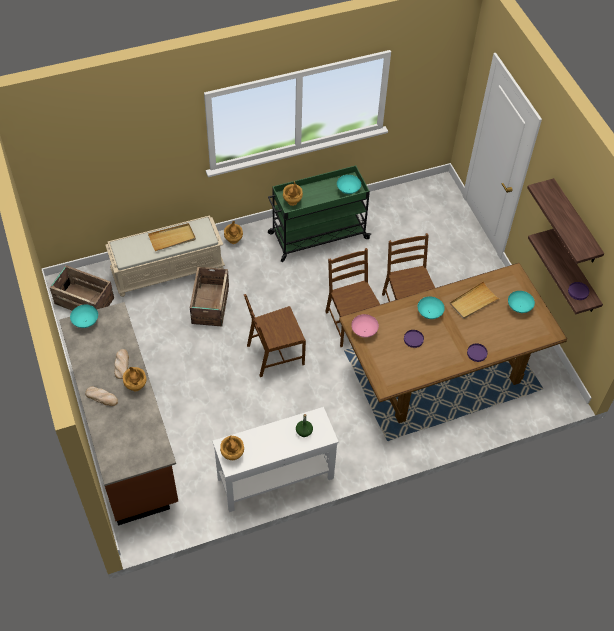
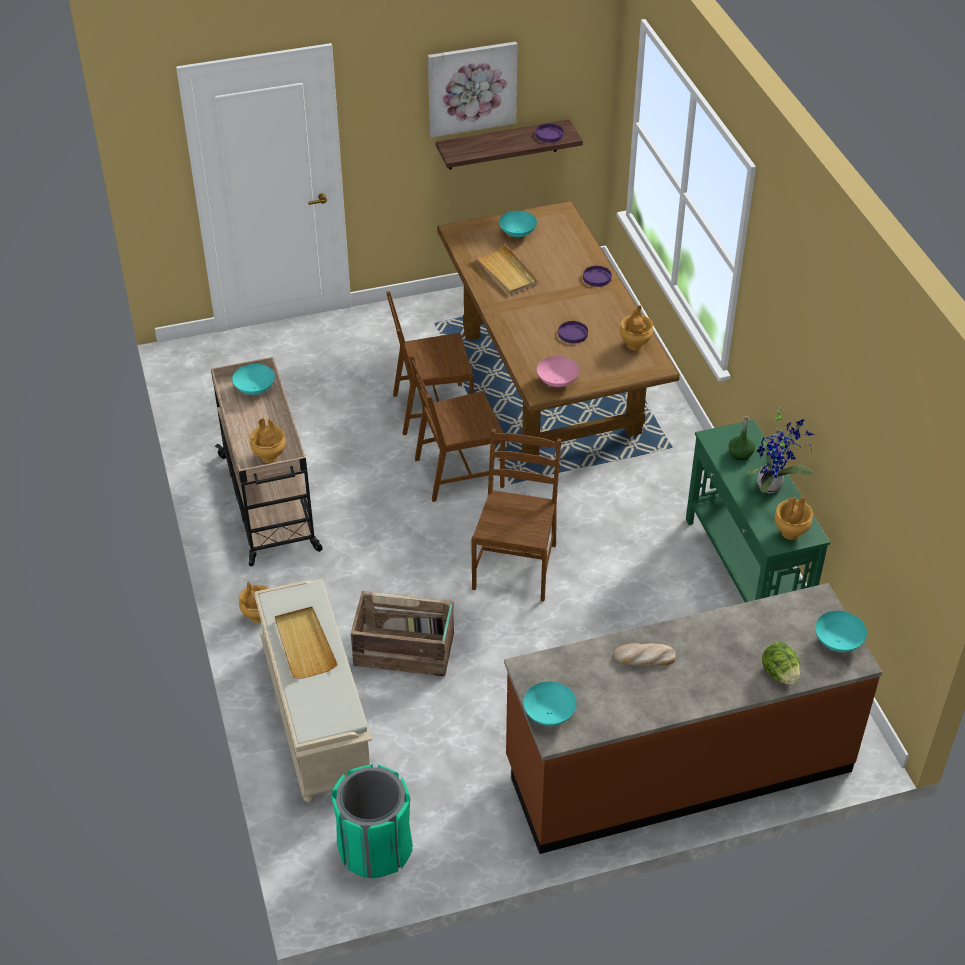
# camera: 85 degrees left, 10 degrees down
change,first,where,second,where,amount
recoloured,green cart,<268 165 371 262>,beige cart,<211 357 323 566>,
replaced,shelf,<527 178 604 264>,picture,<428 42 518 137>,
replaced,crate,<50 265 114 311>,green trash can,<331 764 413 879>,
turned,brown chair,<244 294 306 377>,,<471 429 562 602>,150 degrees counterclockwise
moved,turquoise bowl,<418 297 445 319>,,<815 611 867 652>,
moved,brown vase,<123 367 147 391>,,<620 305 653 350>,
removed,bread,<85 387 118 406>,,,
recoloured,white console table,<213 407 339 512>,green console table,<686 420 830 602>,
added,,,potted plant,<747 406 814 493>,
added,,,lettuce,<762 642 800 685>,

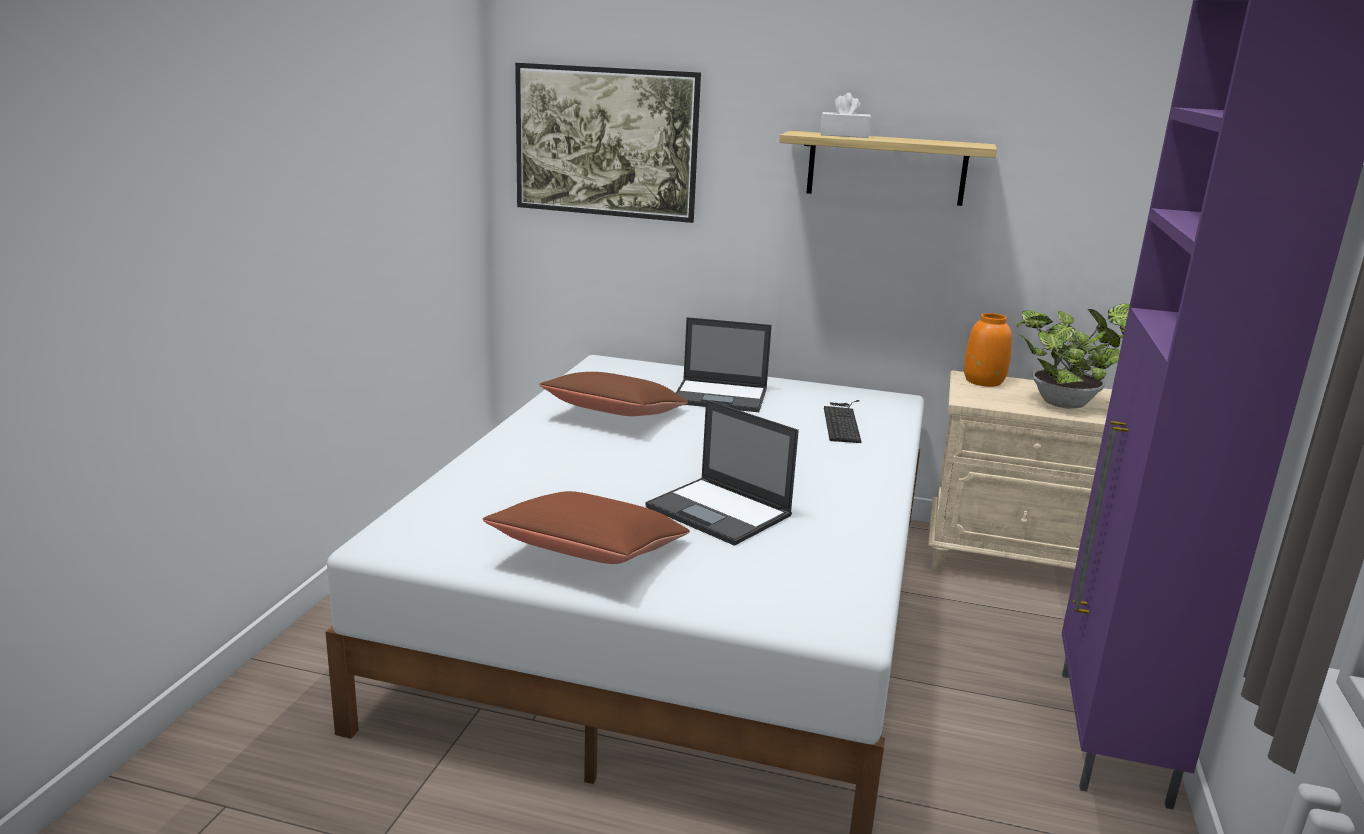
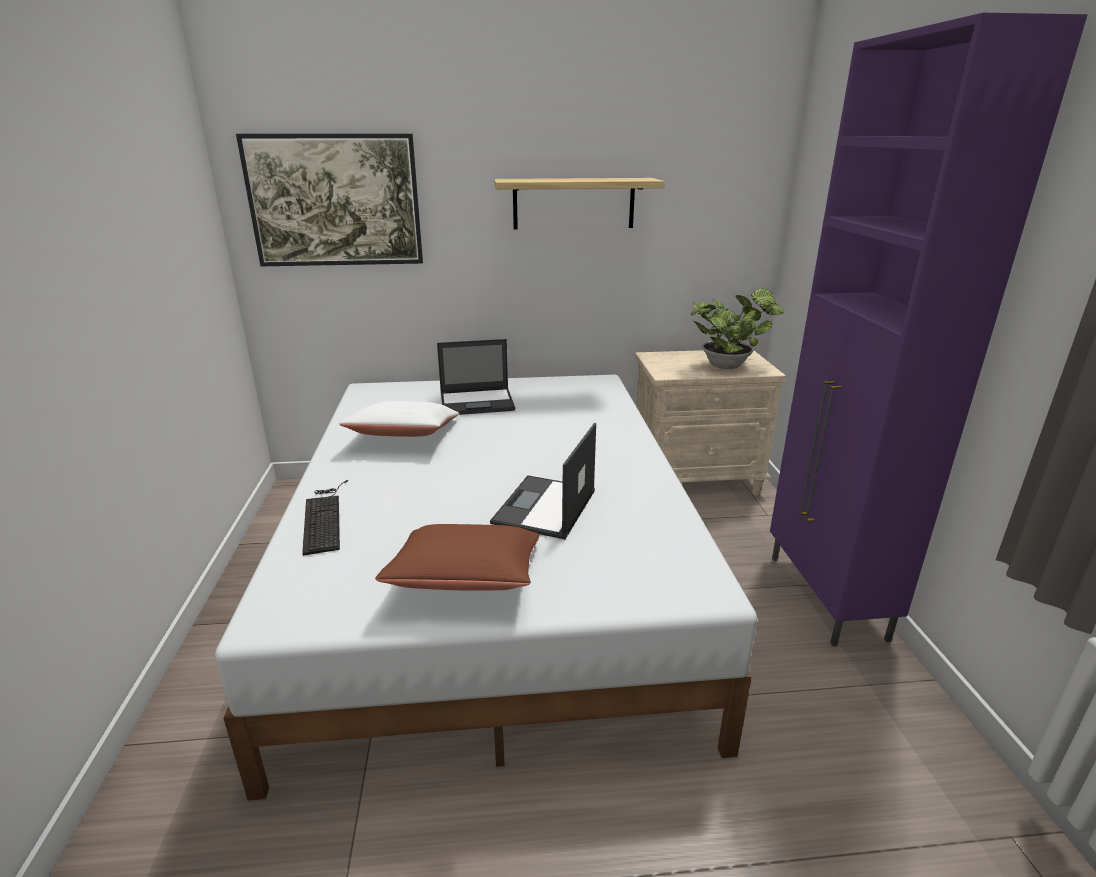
# camera: 20 degrees left, 5 degrees up
change,first,where,second,where,amount
removed,white tissue box,<821 93 871 138>,,,
removed,orange vase,<964 313 1012 387>,,,
recoloured,brown pillow,<539 372 688 416>,white pillow,<339 401 459 437>,
turned,laptop,<645 400 799 546>,,<490 423 596 539>,90 degrees clockwise
moved,keyboard,<824 400 861 443>,,<302 480 348 556>,

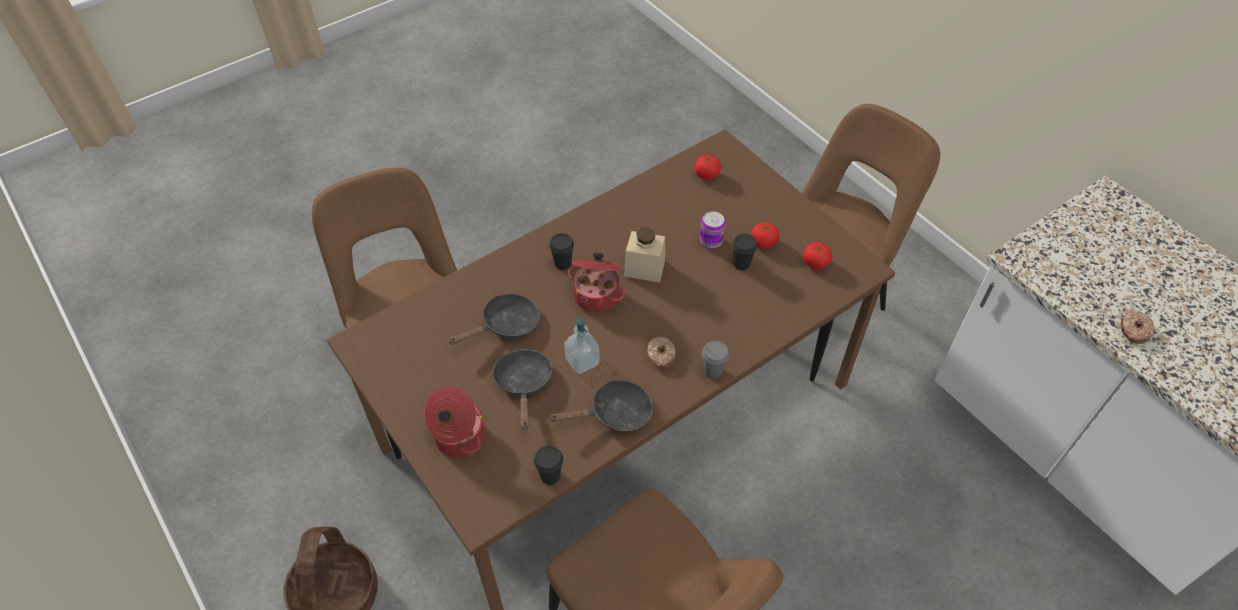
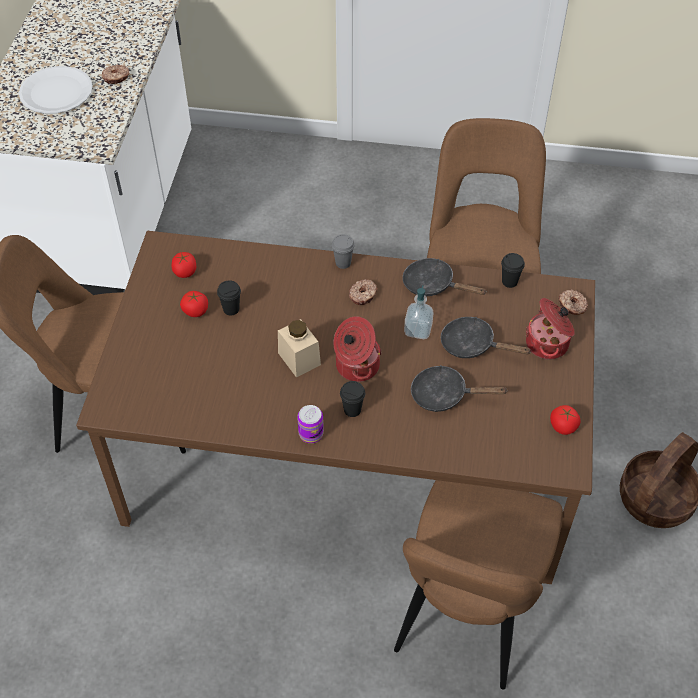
# camera: 135 degrees left, 0 degrees up
change,first,where,second,where,amount
moved,tomato,<695 155 721 180>,,<550 405 580 435>,
moved,can,<700 211 726 249>,,<297 405 324 443>,
turned,black frying pan,<491 349 553 430>,,<440 317 532 358>,75 degrees clockwise
added,,,white plate,<19 66 93 114>,
added,,,donut,<559 290 588 315>,

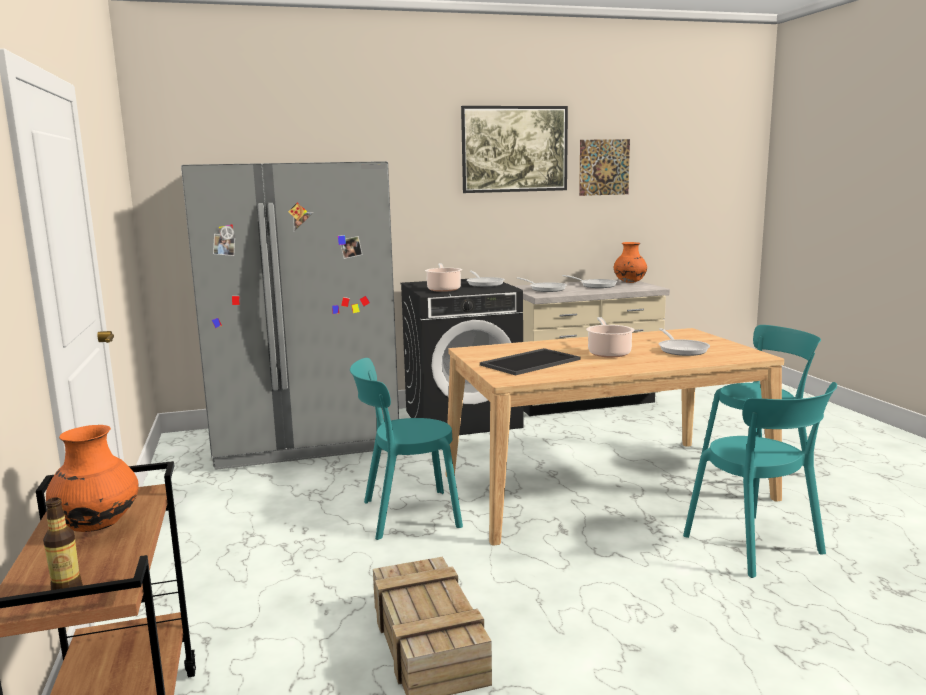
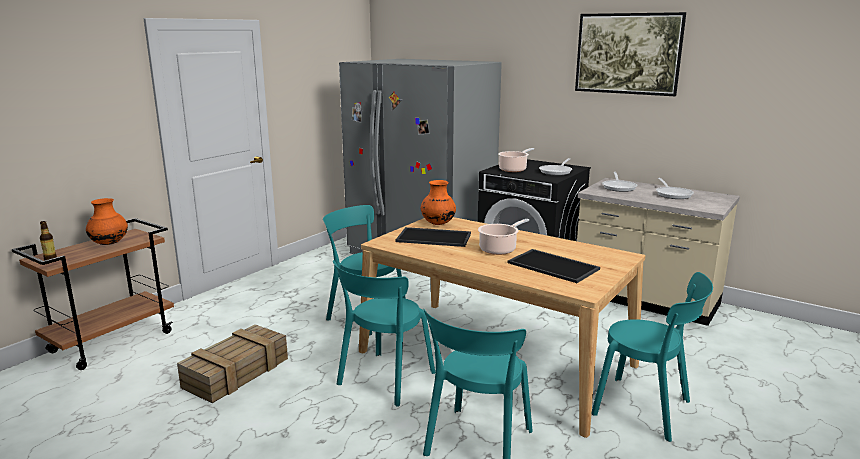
# camera: 50 degrees right, 5 degrees up
change,first,where,second,where,amount
removed,picture,<579 139 630 196>,,,
moved,orange vase,<614 242 647 283>,,<421 180 456 225>,
replaced,frying pan,<659 328 710 356>,tray,<508 249 600 283>,
added,,,turquoise chair,<333 260 435 407>,

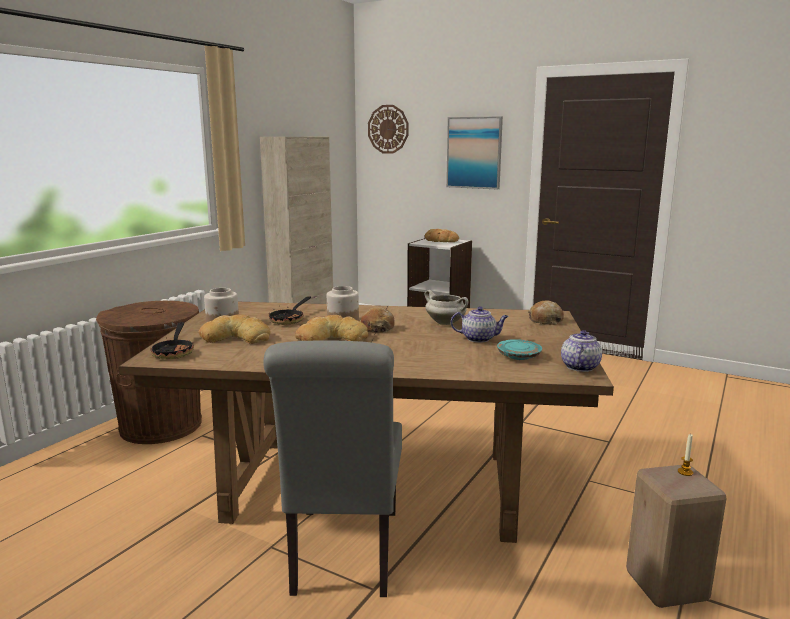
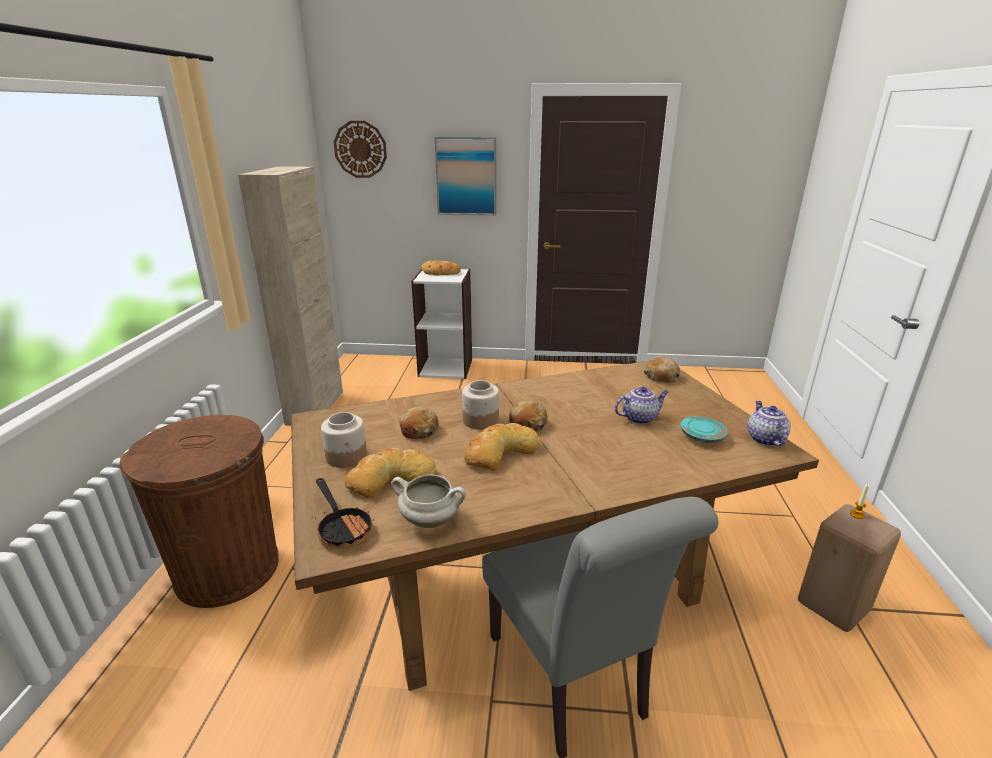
# camera: 25 degrees left, 10 degrees up
change,first,where,second,where,amount
moved,white cooking pot,<425 290 468 325>,,<391 474 466 528>,
replaced,frying pan,<268 296 311 325>,bread,<400 407 439 439>,

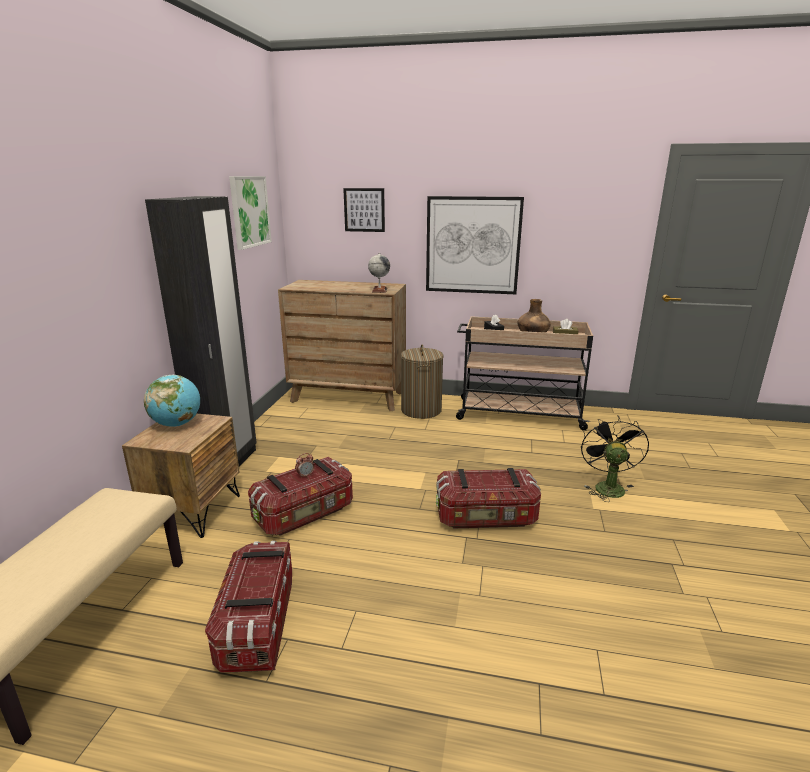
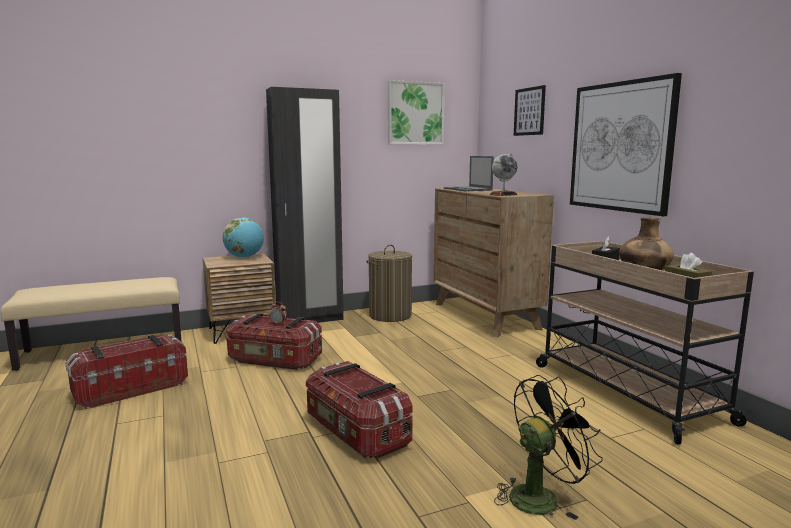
# camera: 55 degrees right, 10 degrees down
change,first,where,second,where,amount
moved,laundry basket,<401 344 443 419>,,<366 244 412 322>,
added,,,laptop,<444 156 494 191>,

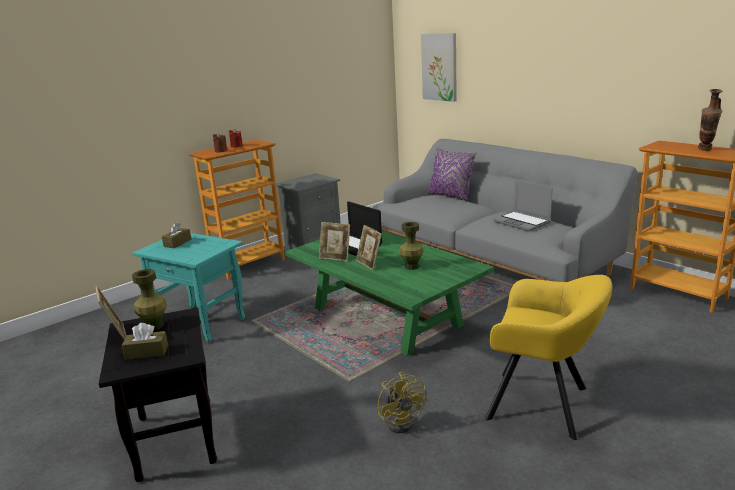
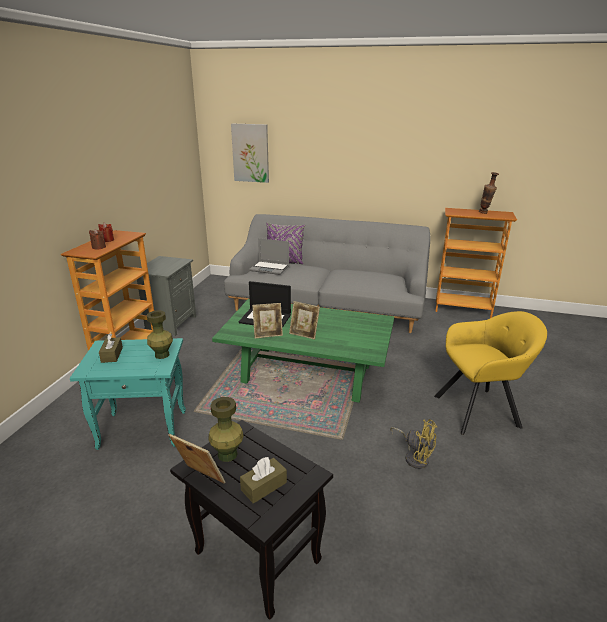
# camera: 35 degrees left, 5 degrees up
change,first,where,second,where,amount
moved,laptop,<493 180 552 231>,,<249 238 289 275>,
moved,green vase,<399 222 424 270>,,<147 310 173 359>,

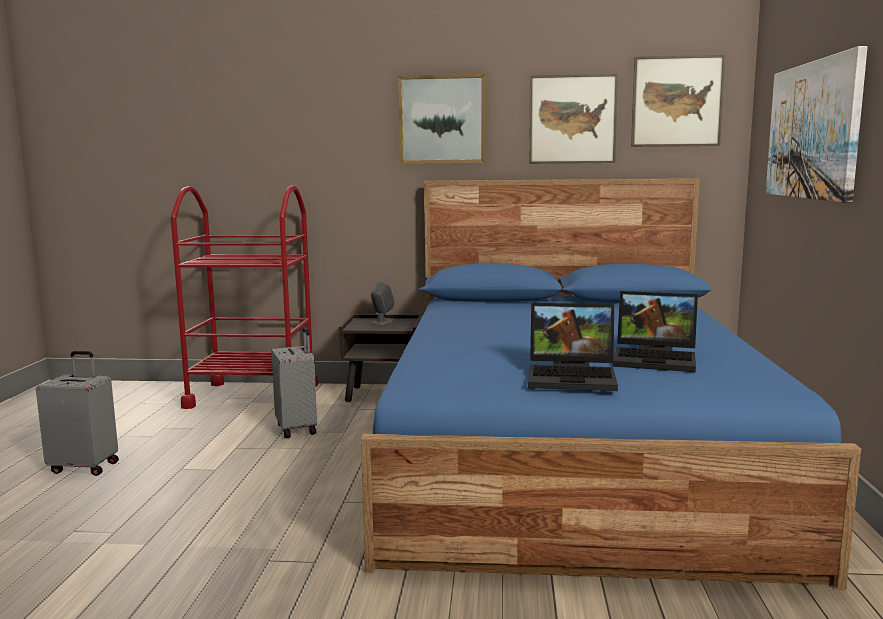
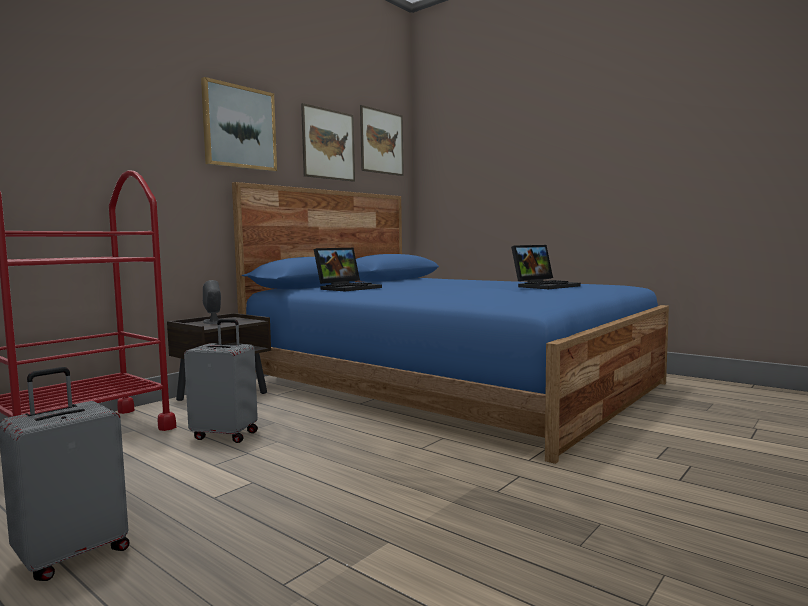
# camera: 55 degrees left, 5 degrees down
change,first,where,second,where,amount
removed,picture,<766 46 867 203>,,,
moved,laptop,<528 303 618 391>,,<314 248 382 291>,

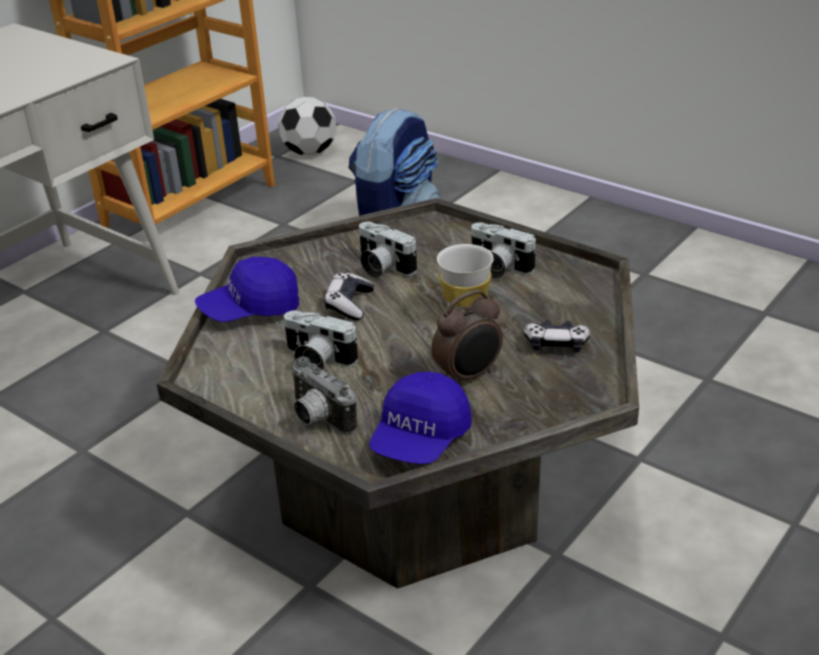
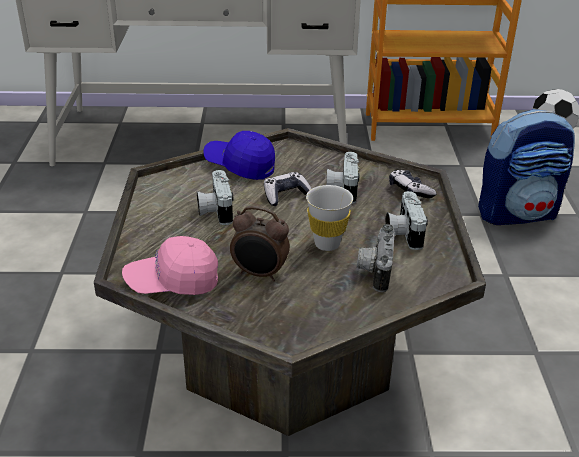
# camera: 50 degrees right, 0 degrees up
change,first,where,second,where,amount
moved,game controller,<524 320 590 353>,,<389 170 436 198>,
moved,photo camera,<291 356 357 435>,,<357 224 395 292>,
recoloured,blue cap,<369 372 472 464>,pink cap,<122 236 218 295>,

